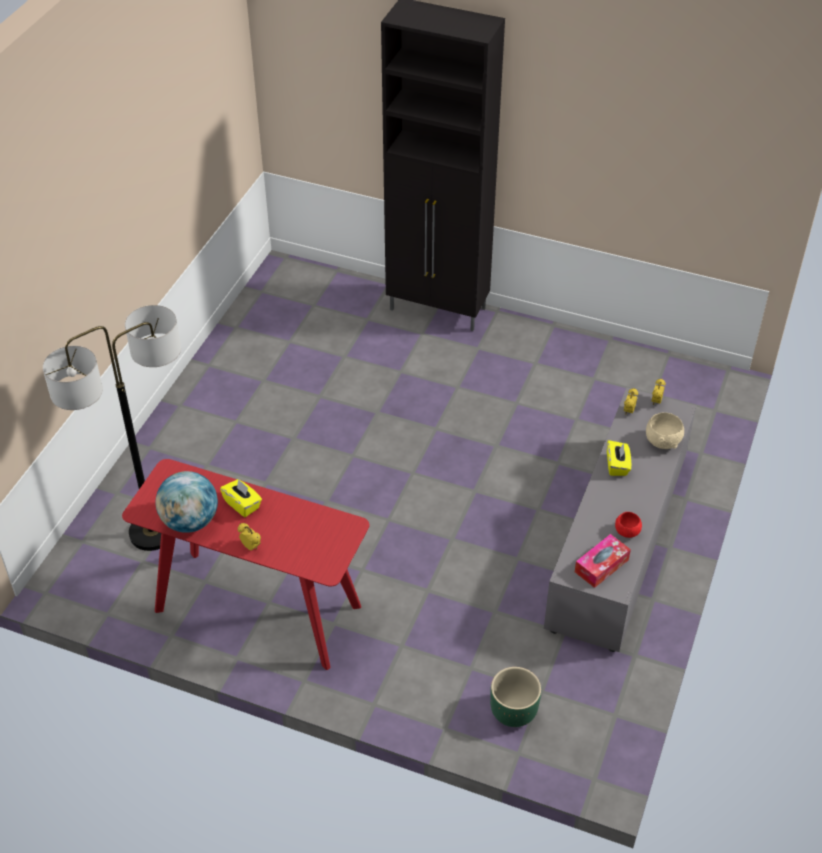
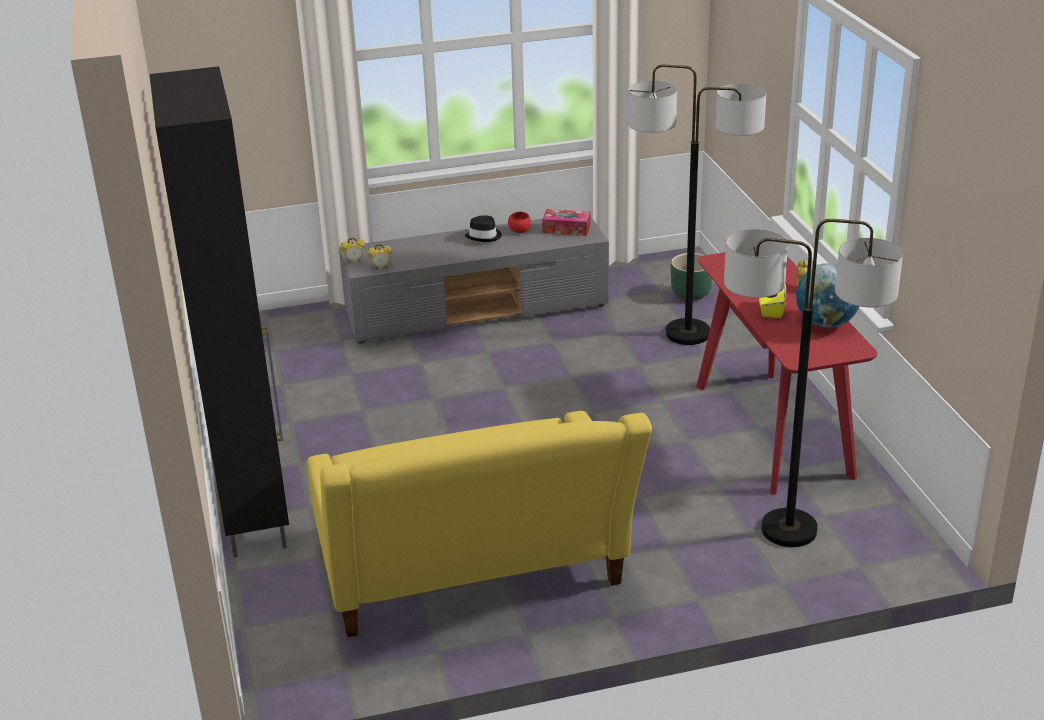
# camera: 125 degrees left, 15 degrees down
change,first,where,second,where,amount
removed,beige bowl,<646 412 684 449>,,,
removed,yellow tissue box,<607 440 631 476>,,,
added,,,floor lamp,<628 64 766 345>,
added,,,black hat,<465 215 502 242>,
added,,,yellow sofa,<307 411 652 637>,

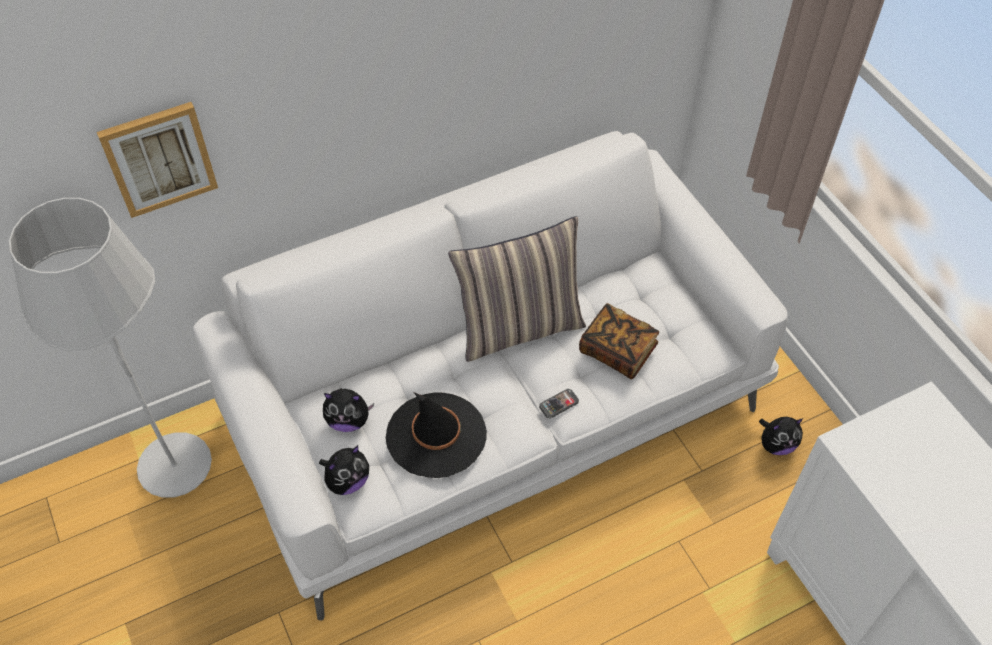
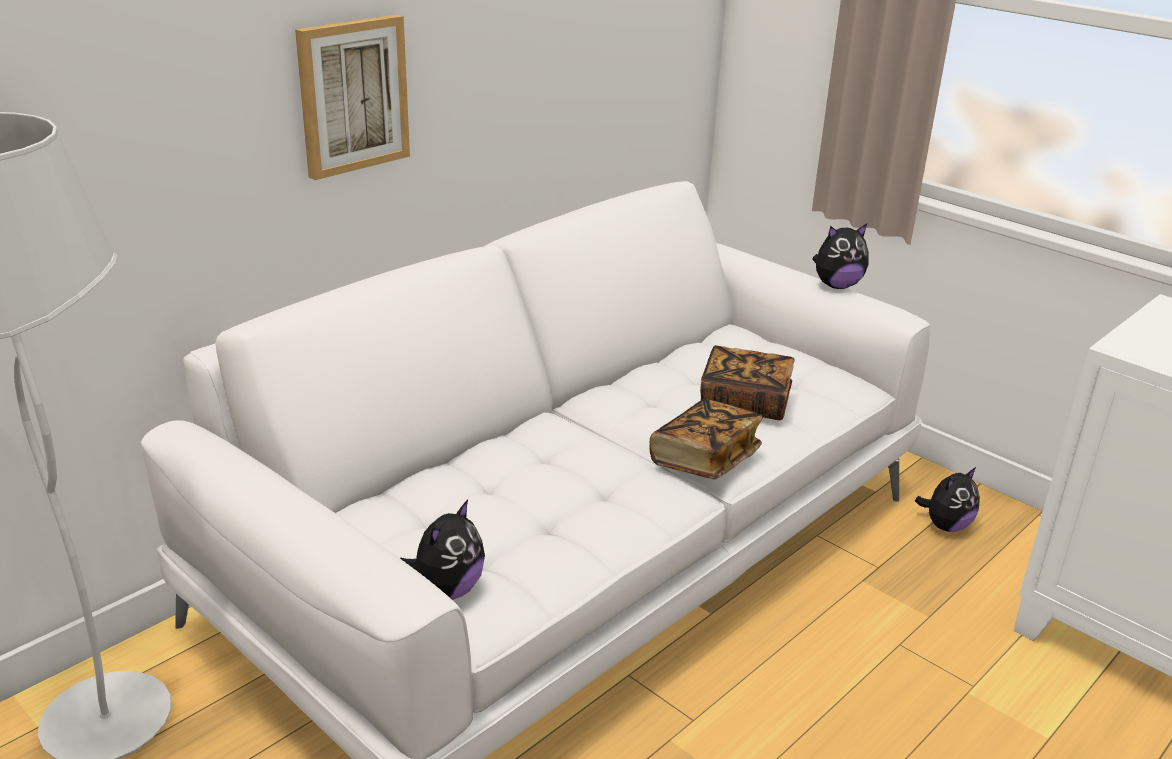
# camera: 20 degrees left, 25 degrees down
change,first,where,second,where,amount
moved,picture,<97 102 218 218>,,<295 14 410 180>,
removed,pillow,<448 216 586 362>,,,
moved,plush toy,<323 388 374 432>,,<812 224 869 289>,
replaced,phone,<539 389 579 418>,book,<649 399 763 479>,
removed,black hat,<386 392 487 478>,,,

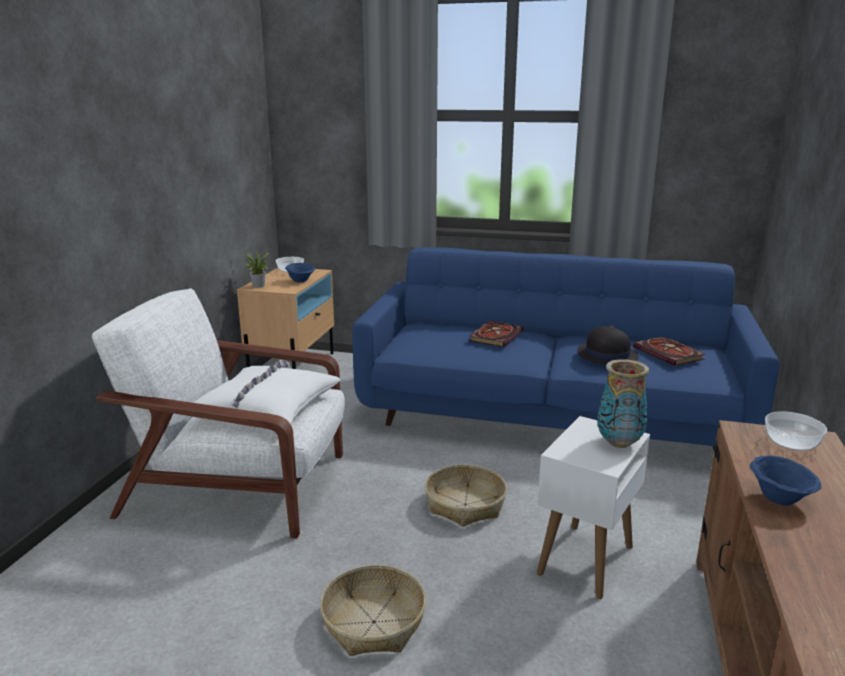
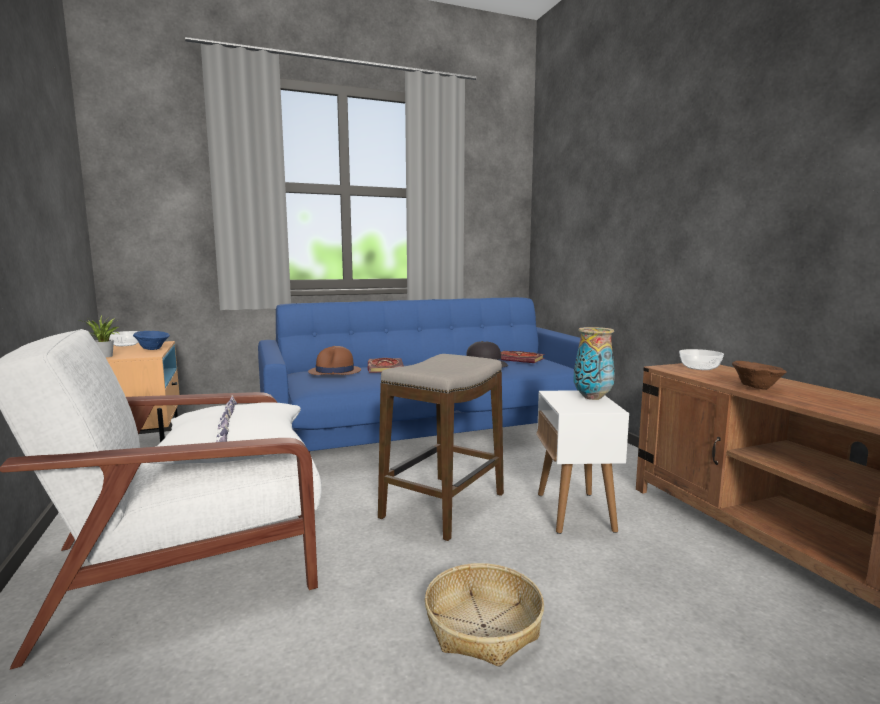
# camera: 35 degrees left, 10 degrees down
change,first,where,second,where,amount
recoloured,blue bowl,<750 455 821 506>,brown bowl,<732 361 787 390>,
replaced,basket,<425 464 507 527>,stool,<378 354 504 541>,
added,,,brown hat,<308 346 361 375>,

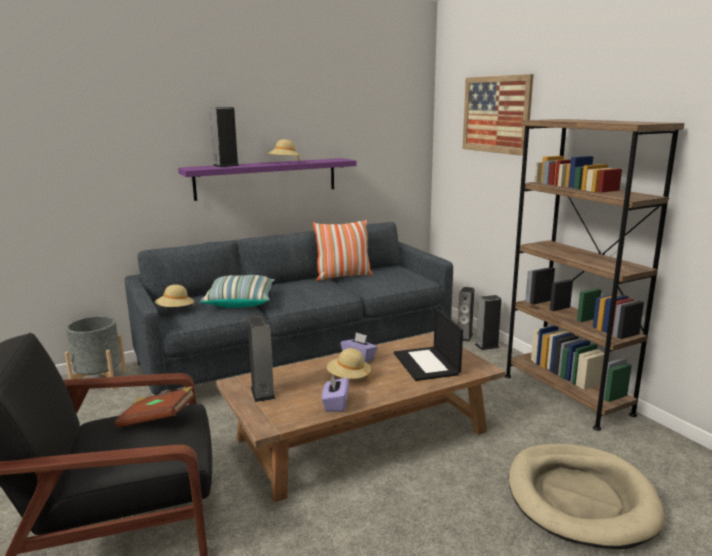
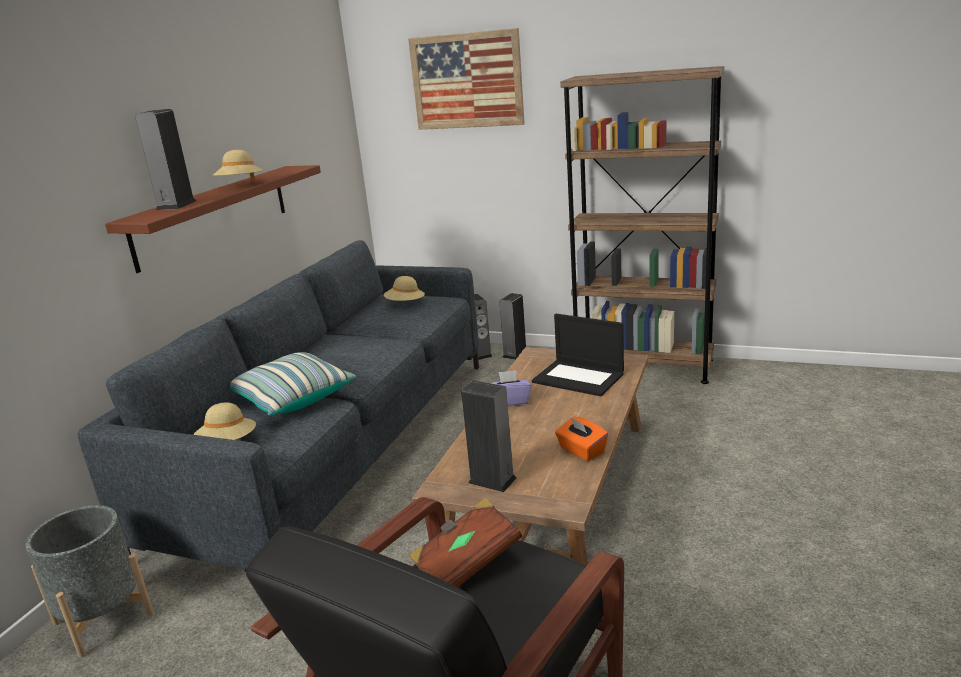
# camera: 40 degrees left, 5 degrees up
change,first,where,second,where,amount
recoloured,purple shelf,<178 158 356 201>,brown shelf,<105 165 321 273>,
removed,pillow,<313 220 373 281>,,,
moved,beige hat,<327 348 371 383>,,<384 276 426 301>,
recoloured,purple tissue box,<322 375 349 412>,orange tissue box,<555 417 608 461>,
removed,beige dog bed,<509 444 665 549>,,,

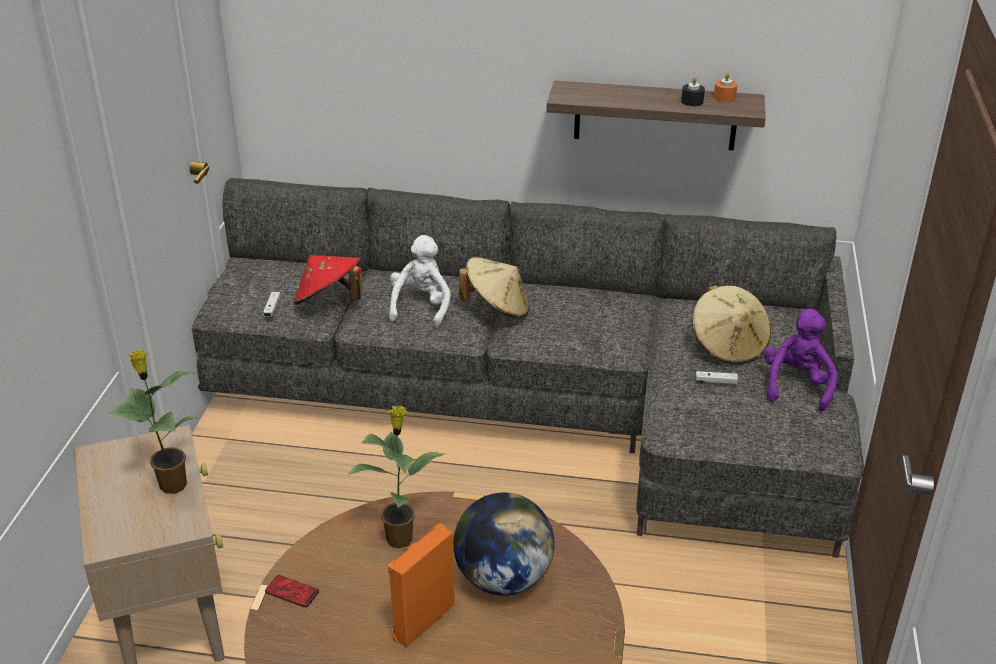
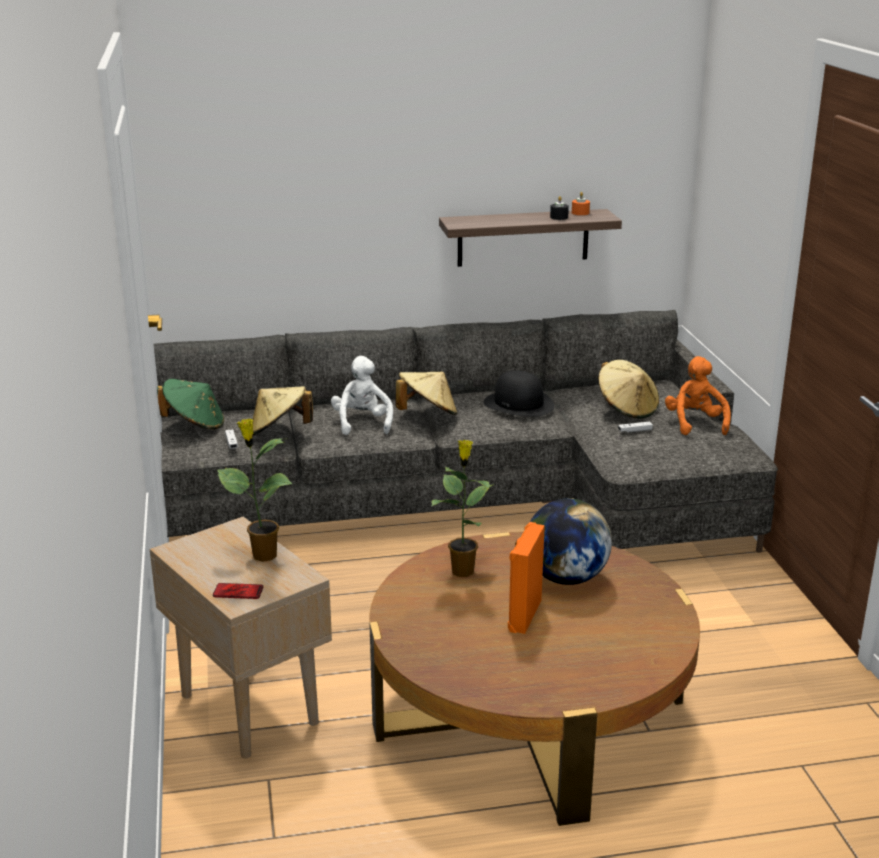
# camera: 20 degrees left, 10 degrees down
change,first,where,second,where,amount
recoloured,red hat,<294 255 363 305>,beige hat,<252 386 313 436>,
recoloured,purple plush toy,<763 309 838 411>,orange plush toy,<665 356 731 435>,
moved,phone,<265 575 319 608>,,<213 583 263 599>,
added,,,black hat,<483 370 554 417>,
added,,,green hat,<157 379 224 429>,

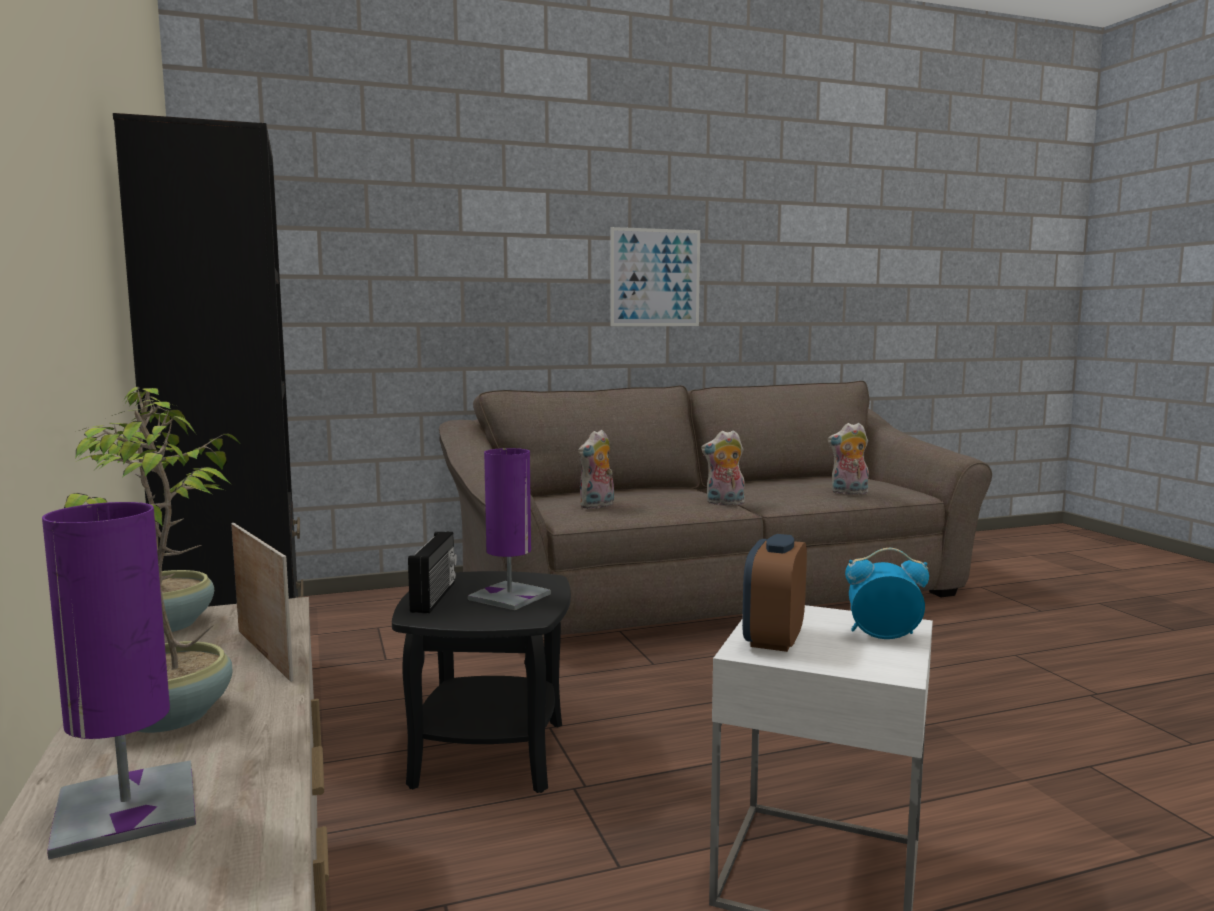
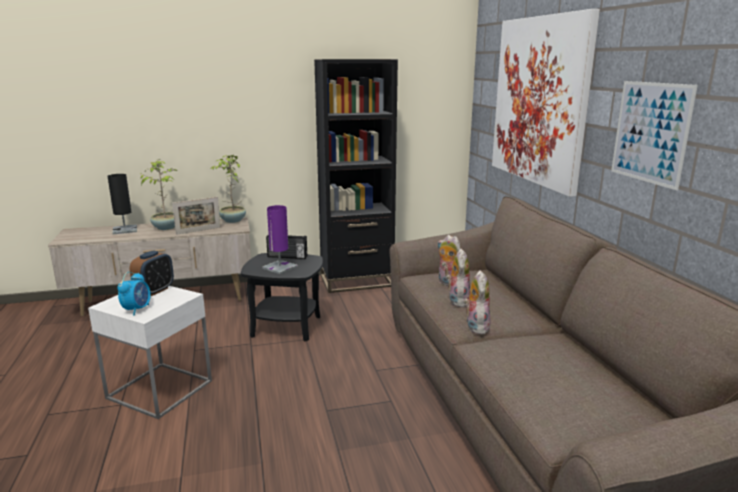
# camera: 95 degrees right, 10 degrees up
change,first,where,second,where,amount
moved,plush toy,<827 423 869 495>,,<446 249 470 307>,
recoloured,purple table lamp,<42 502 196 860>,black table lamp,<107 174 137 234>,
turned,alarm clock,<742 534 807 652>,,<130 250 174 296>,90 degrees clockwise
added,,,picture,<492 9 600 197>,

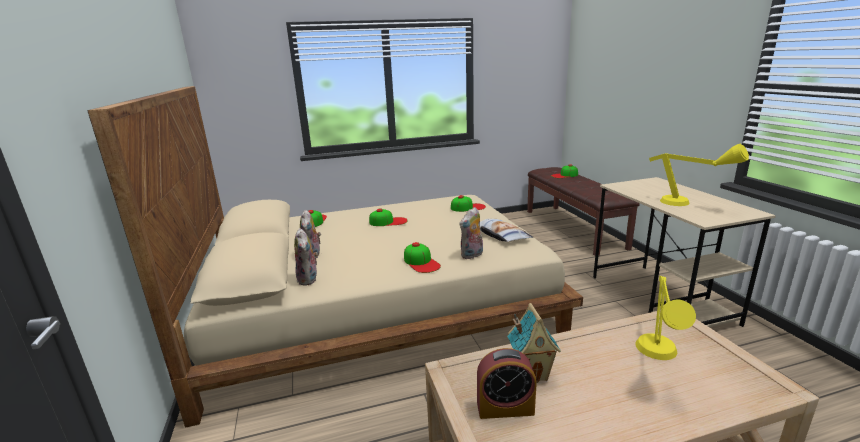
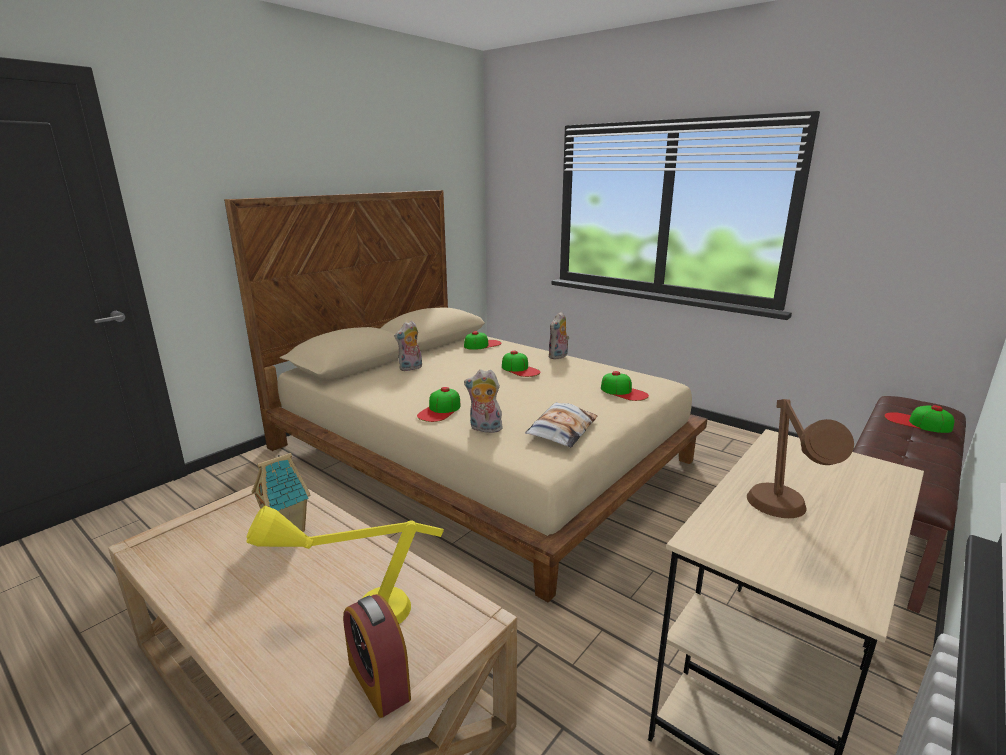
# camera: 55 degrees right, 0 degrees up
change,first,where,second,where,amount
recoloured,yellow table lamp,<649 144 749 206>,brown table lamp,<747 399 854 518>,
moved,plush toy,<294 228 318 285>,,<548 311 569 360>,
moved,alarm clock,<477 348 536 419>,,<343 594 411 718>,

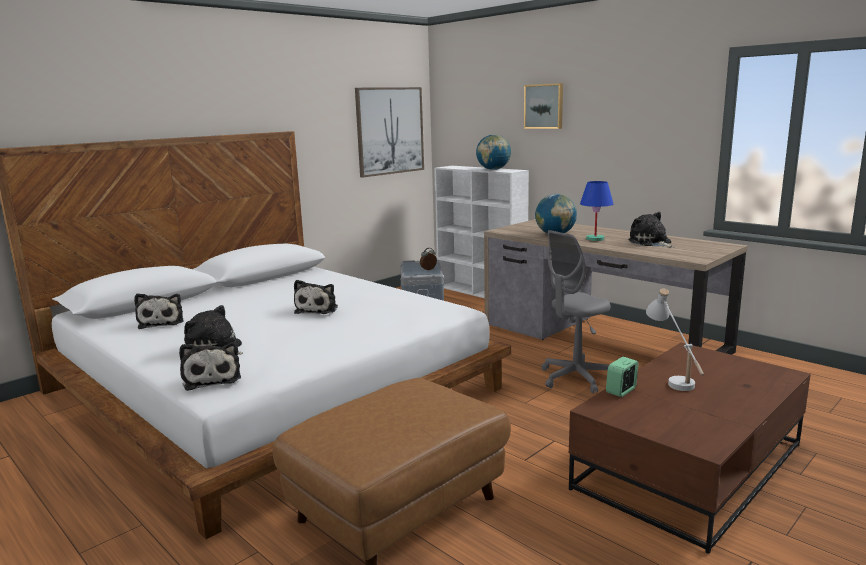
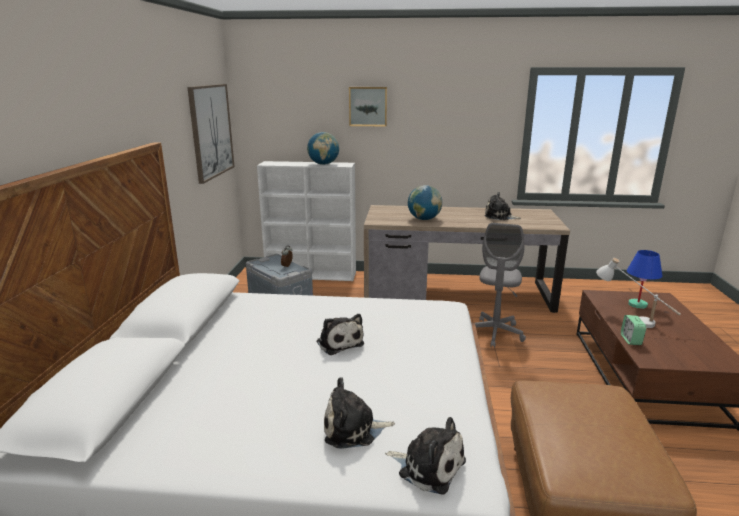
# camera: 40 degrees left, 5 degrees up
change,first,where,second,where,amount
moved,blue table lamp,<580 181 613 241>,,<627 250 662 309>,
removed,plush toy,<134 293 184 329>,,,

